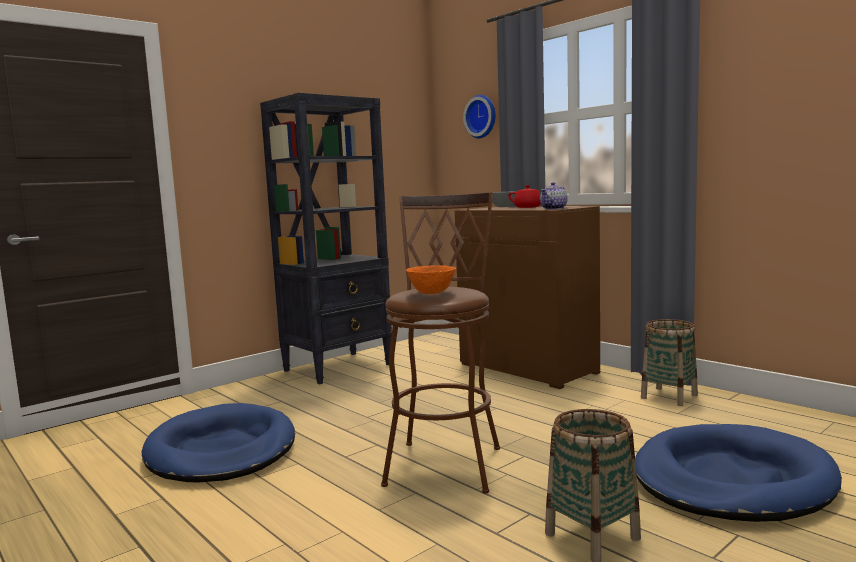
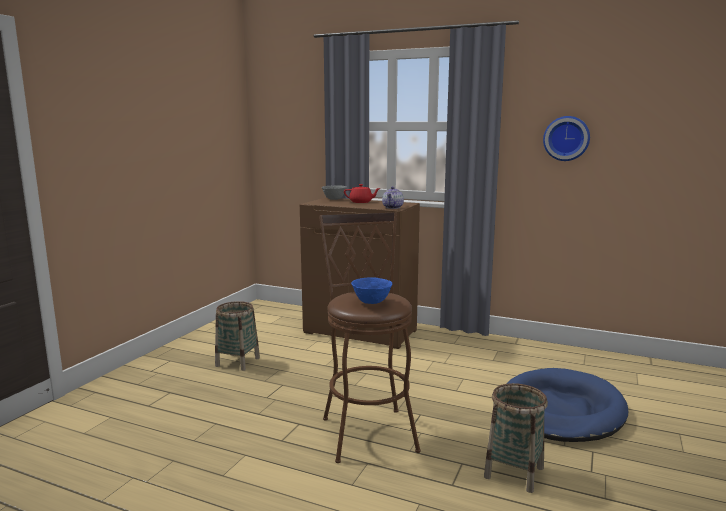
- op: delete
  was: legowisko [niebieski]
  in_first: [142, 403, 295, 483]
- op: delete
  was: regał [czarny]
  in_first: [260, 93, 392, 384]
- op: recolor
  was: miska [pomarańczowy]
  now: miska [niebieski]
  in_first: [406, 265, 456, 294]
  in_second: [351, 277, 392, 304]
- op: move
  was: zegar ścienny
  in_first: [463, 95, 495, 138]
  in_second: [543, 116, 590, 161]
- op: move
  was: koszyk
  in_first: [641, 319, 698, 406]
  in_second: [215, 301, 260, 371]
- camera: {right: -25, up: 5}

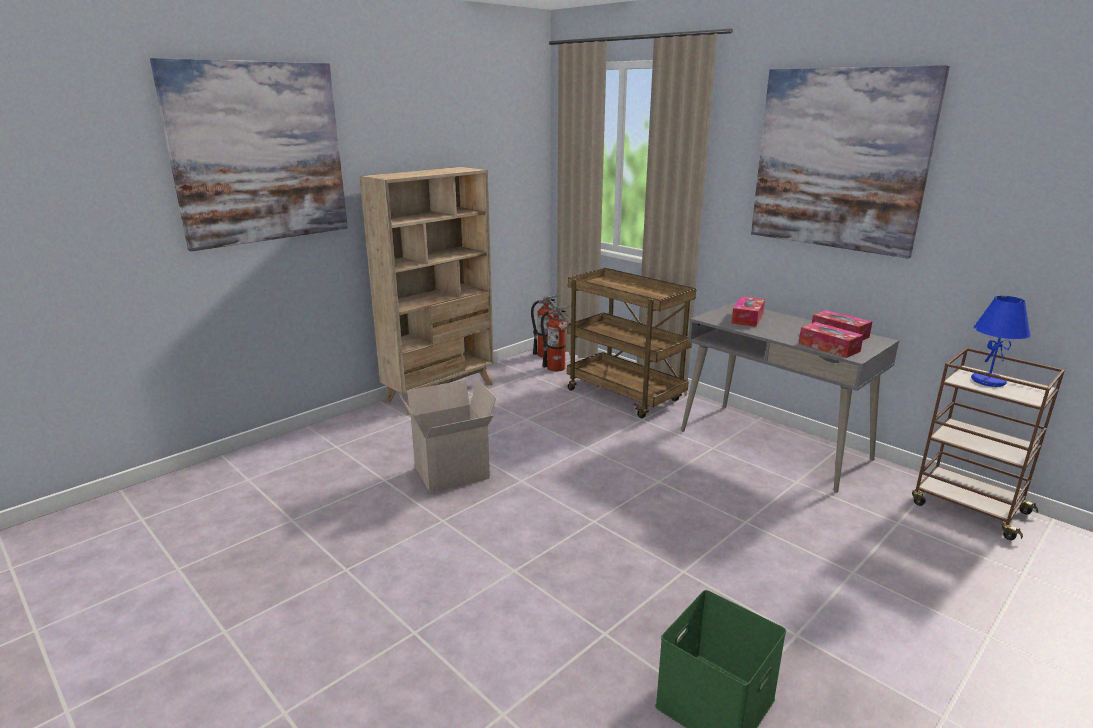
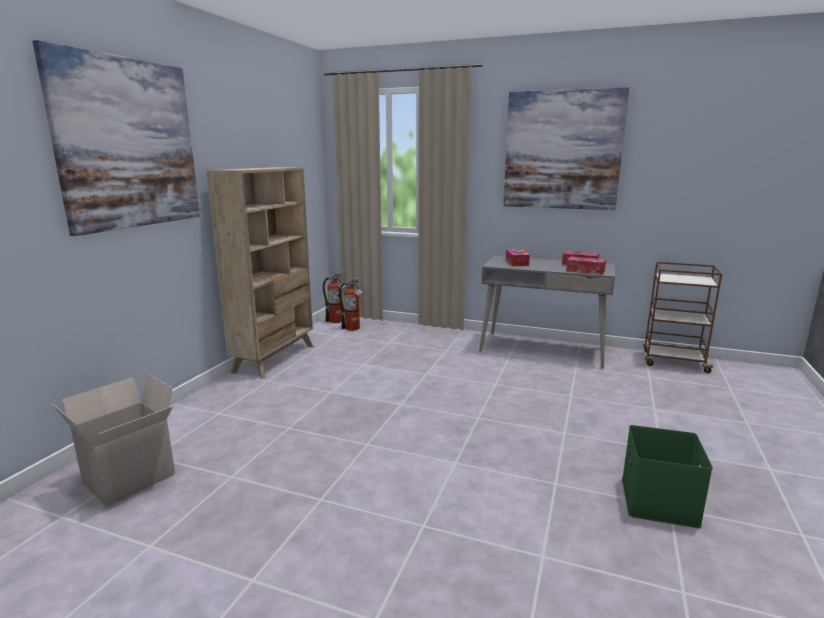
- op: move
  was: karton
  in_first: [399, 379, 496, 493]
  in_second: [52, 374, 175, 507]
- op: delete
  was: wózek [brązowy]
  in_first: [567, 268, 696, 418]
- op: delete
  was: lampa stołowa [niebieski]
  in_first: [971, 296, 1031, 387]
- camera: {right: -25, up: -5}

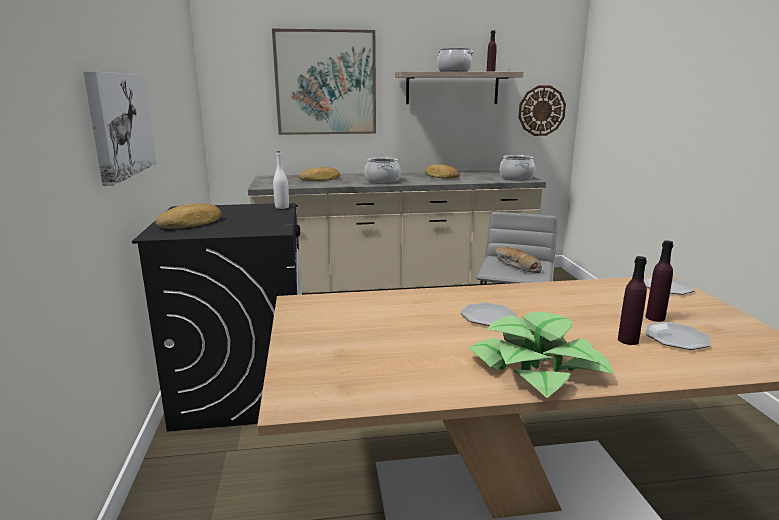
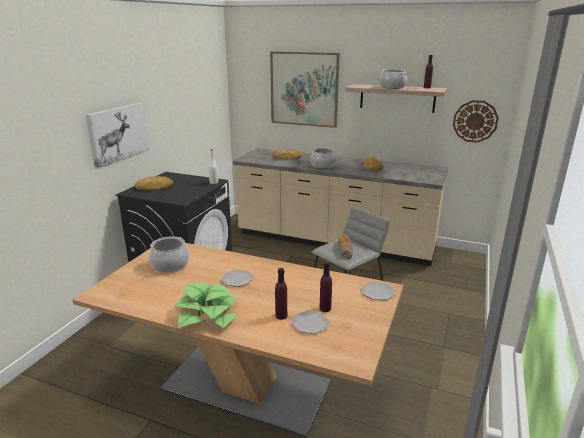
- op: move
  was: garnek
  in_first: [500, 155, 535, 180]
  in_second: [149, 237, 189, 273]
- camera: {right: 30, up: 5}

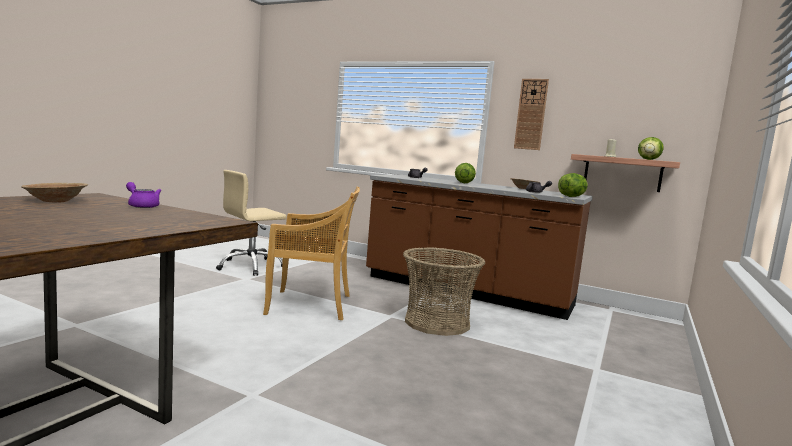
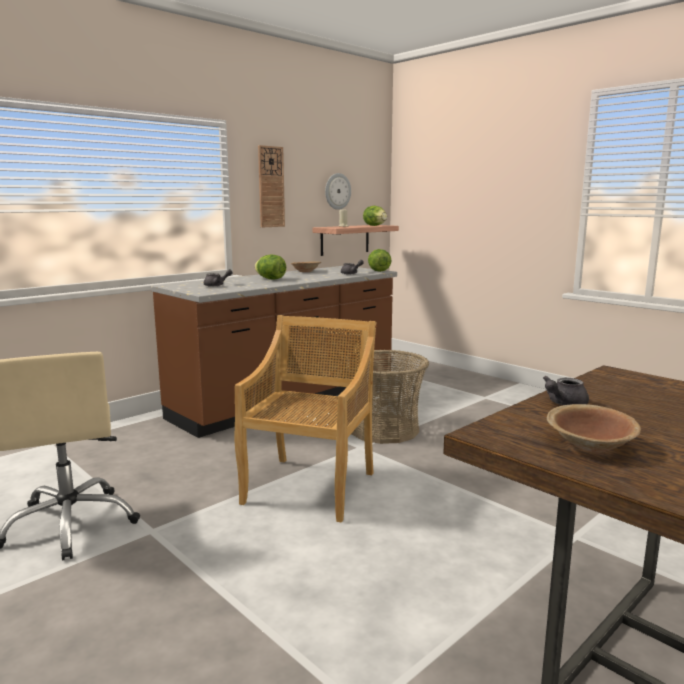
- op: recolor
  was: imbryk [fioletowy]
  now: imbryk [szary]
  in_first: [126, 182, 161, 208]
  in_second: [543, 376, 589, 405]
- op: insert
  now: zegar ścienny
  in_second: [325, 173, 351, 210]
- camera: {right: -70, up: 5}

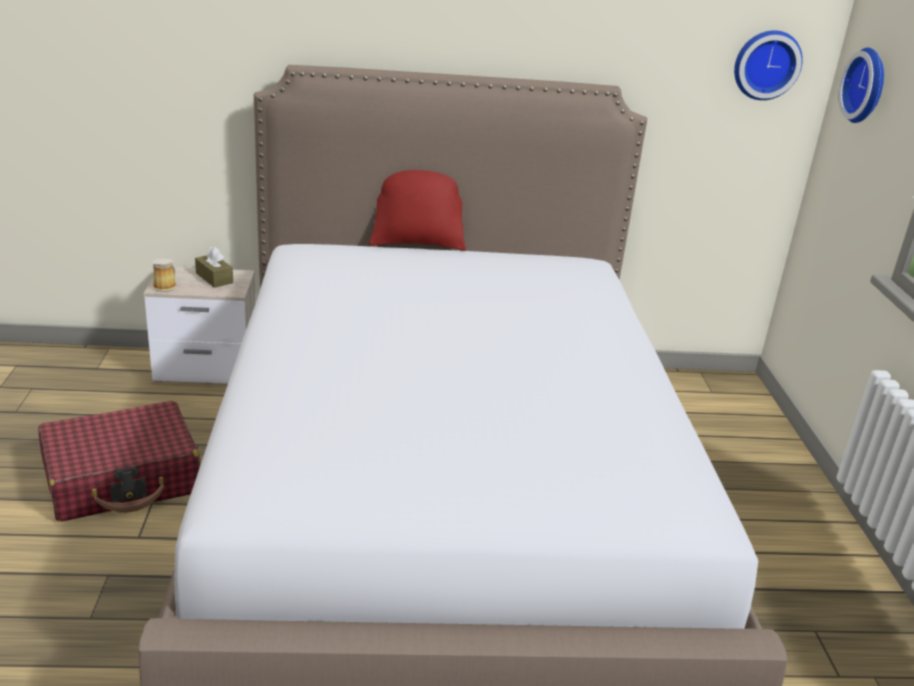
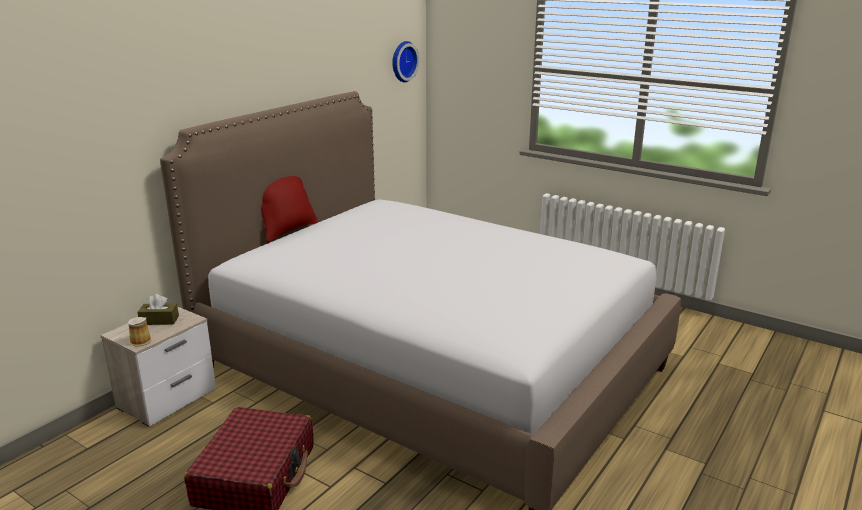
- op: delete
  was: zegar ścienny
  in_first: [838, 47, 884, 123]
- camera: {right: -50, up: -5}

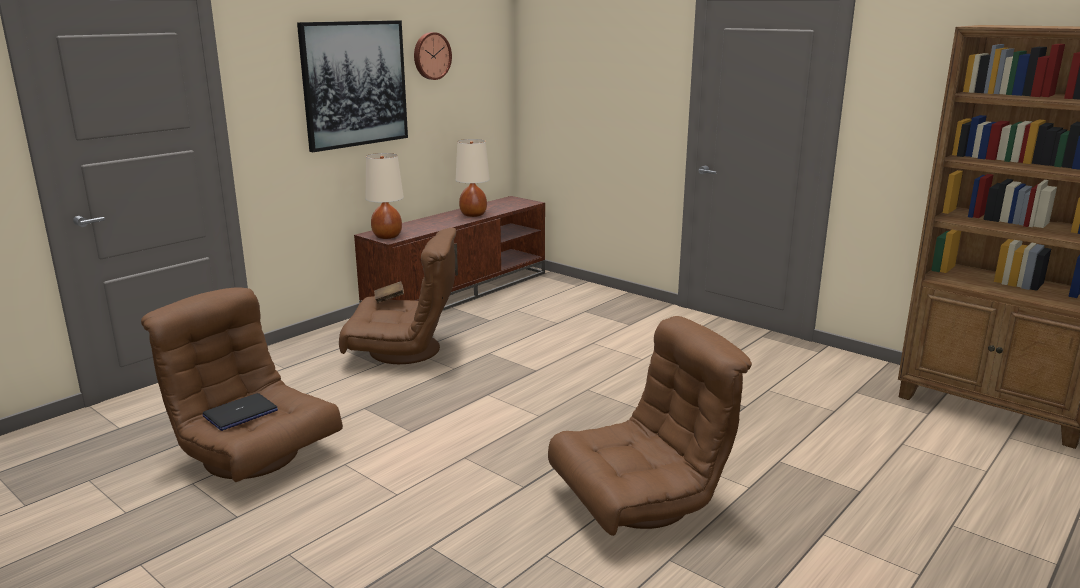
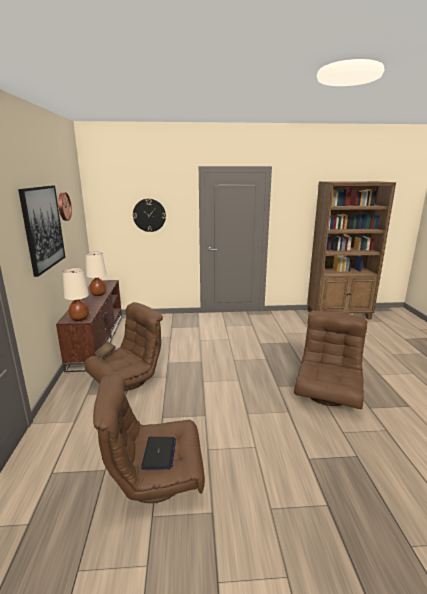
- op: insert
  now: zegar ścienny
  in_second: [133, 199, 166, 232]
- camera: {right: -45, up: 0}

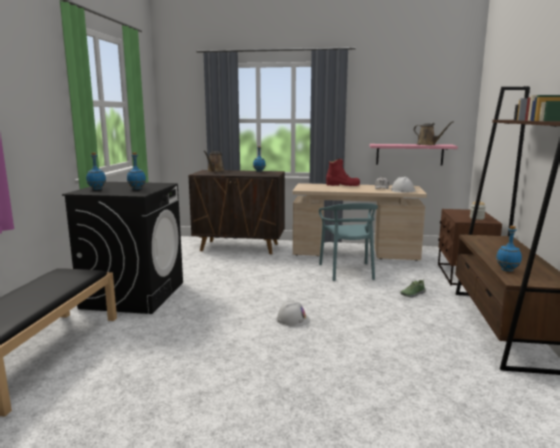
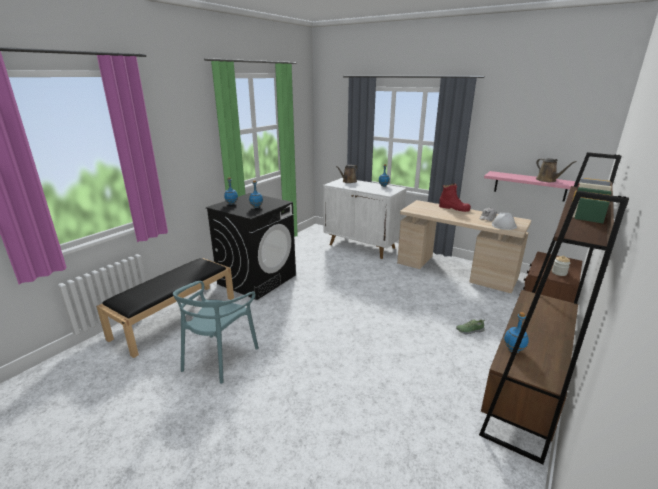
- op: recolor
  was: szafka [brązowy]
  now: szafka [biały]
  in_first: [188, 170, 285, 254]
  in_second: [323, 178, 407, 259]
- op: delete
  was: kask [biały]
  in_first: [276, 301, 310, 326]
- op: move
  was: krzesło [turkusowy]
  in_first: [319, 203, 378, 281]
  in_second: [173, 281, 259, 384]
- camera: {right: 25, up: 10}

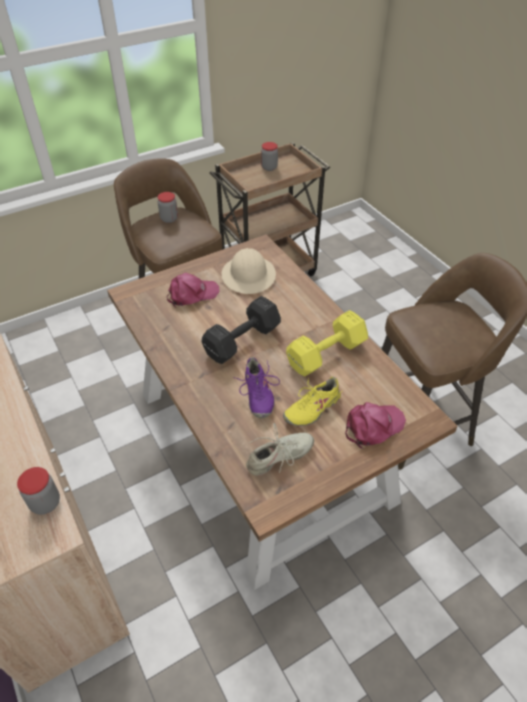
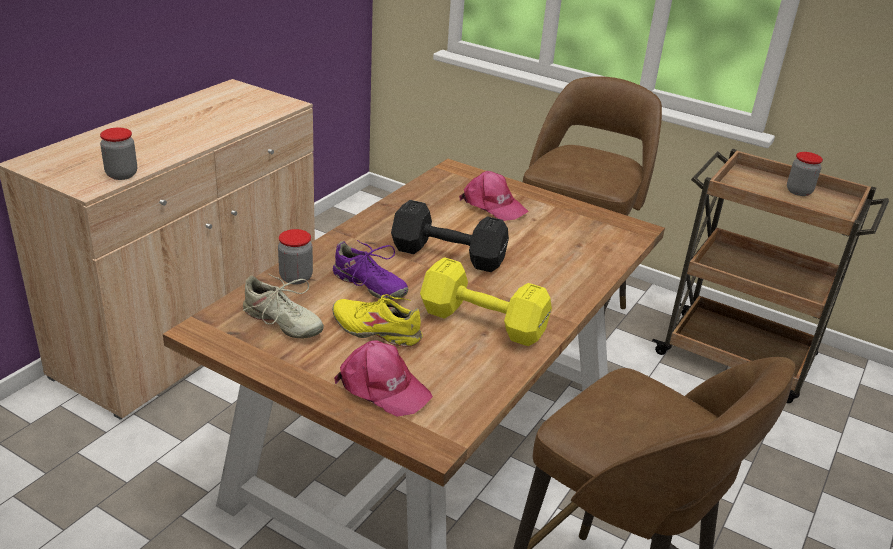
- op: move
  was: słoik
  in_first: [157, 192, 178, 223]
  in_second: [278, 229, 313, 285]
- op: delete
  was: kask [beżowy]
  in_first: [222, 248, 276, 294]
- op: rotate
  was: but [fioletowy]
  in_first: [233, 357, 280, 418]
  in_second: [333, 240, 408, 300]
  clockwise: -105
- camera: {right: 60, up: -15}

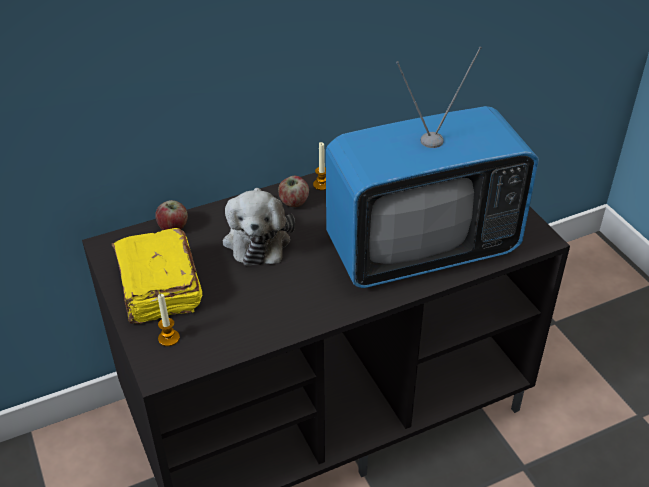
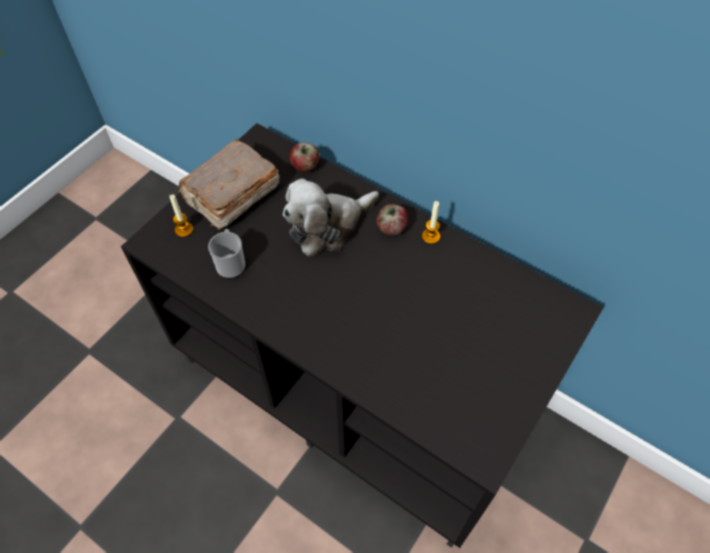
- op: recolor
  was: książka [żółty]
  now: książka [brązowy]
  in_first: [112, 228, 202, 324]
  in_second: [179, 139, 279, 230]
- op: delete
  was: telewizor
  in_first: [326, 46, 539, 288]
- op: insert
  now: kubek
  in_second: [208, 229, 246, 279]
- camera: {right: 60, up: 15}

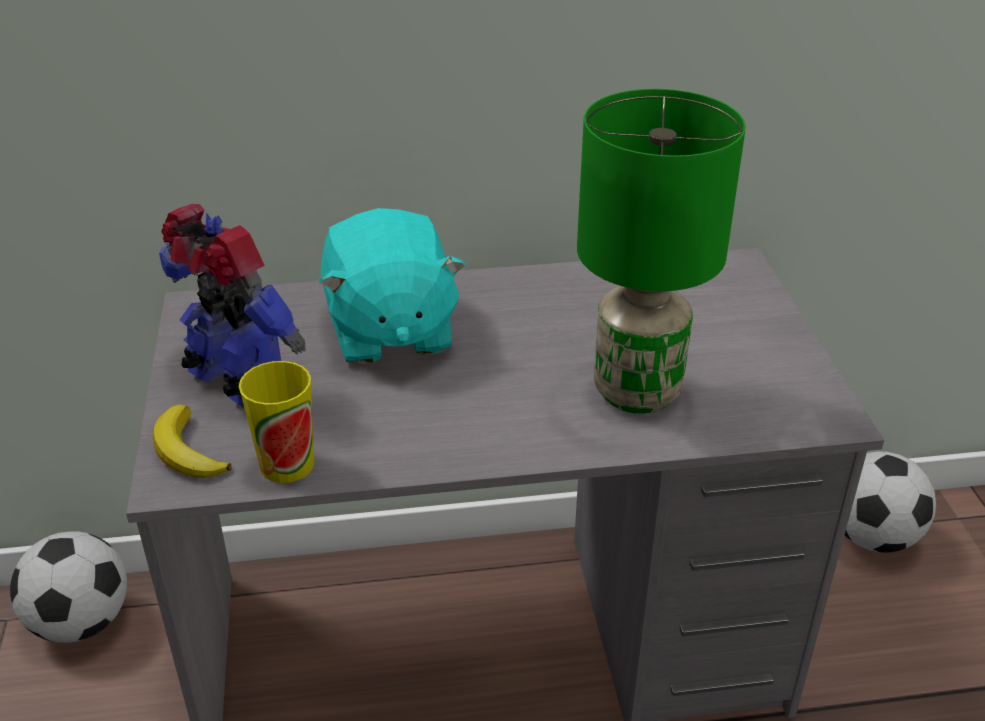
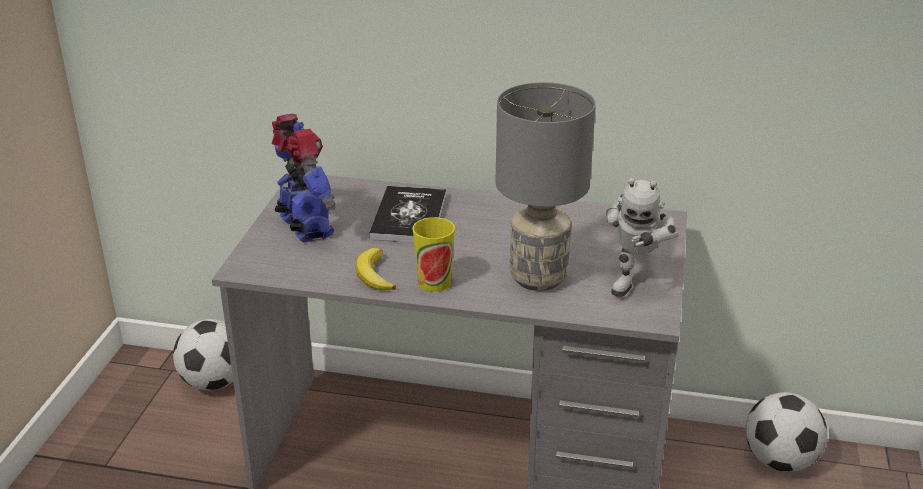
- op: move
  was: banan
  in_first: [152, 404, 231, 478]
  in_second: [356, 248, 396, 290]
- op: move
  was: filiżanka
  in_first: [239, 361, 314, 483]
  in_second: [413, 217, 455, 292]
- op: replace
  was: pluszak [turkusowy]
  now: książka
  in_first: [319, 208, 466, 365]
  in_second: [369, 186, 446, 243]
- op: recolor
  was: lampa stołowa [zielony]
  now: lampa stołowa [szary]
  in_first: [577, 89, 746, 414]
  in_second: [496, 82, 596, 291]
- op: insert
  now: robot zabawkowy
  in_second: [606, 178, 678, 297]
- camera: {right: 20, up: -5}

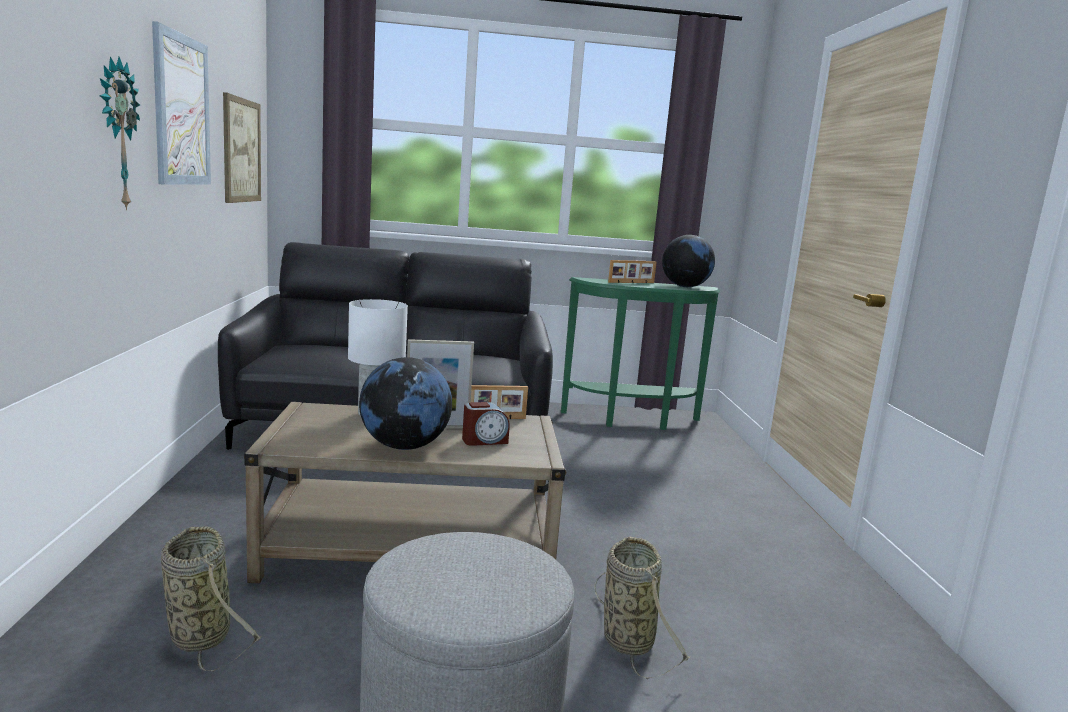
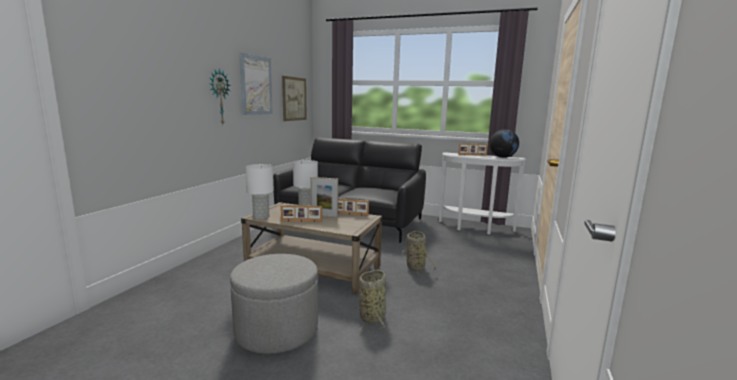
- op: move
  was: koszyk
  in_first: [161, 526, 262, 672]
  in_second: [402, 231, 437, 276]
- op: replace
  was: globus
  now: ramka na zdjęcie
  in_first: [359, 357, 452, 450]
  in_second: [280, 205, 322, 222]
- op: delete
  was: budzik
  in_first: [462, 402, 510, 446]
- op: recolor
  was: stolik konsolowy [zielony]
  now: stolik konsolowy [biały]
  in_first: [561, 277, 720, 430]
  in_second: [439, 152, 526, 234]
- op: insert
  now: lampa stołowa [biały]
  in_second: [245, 164, 274, 220]
- camera: {right: 25, up: 0}

